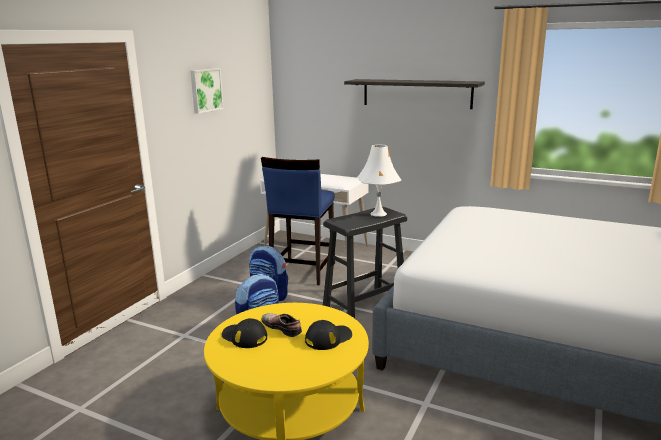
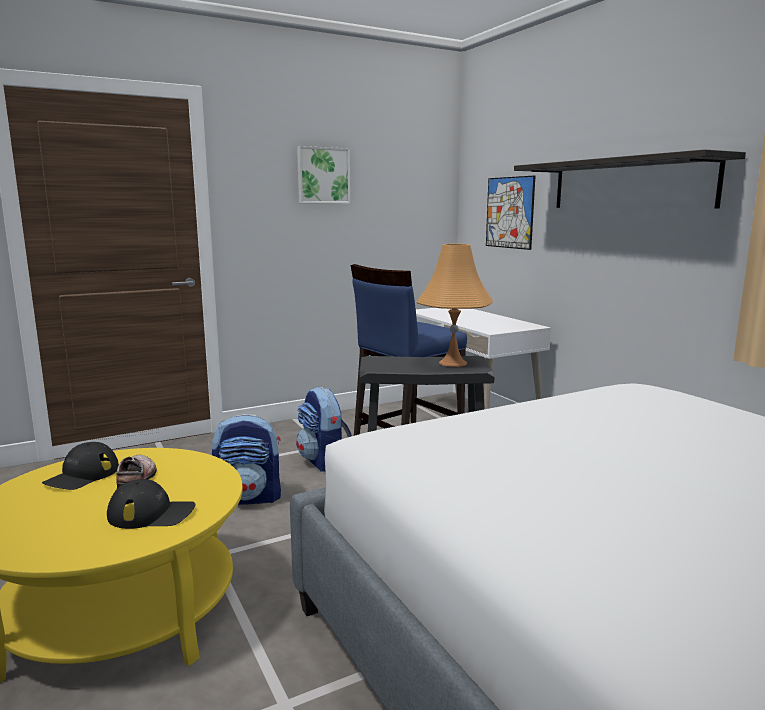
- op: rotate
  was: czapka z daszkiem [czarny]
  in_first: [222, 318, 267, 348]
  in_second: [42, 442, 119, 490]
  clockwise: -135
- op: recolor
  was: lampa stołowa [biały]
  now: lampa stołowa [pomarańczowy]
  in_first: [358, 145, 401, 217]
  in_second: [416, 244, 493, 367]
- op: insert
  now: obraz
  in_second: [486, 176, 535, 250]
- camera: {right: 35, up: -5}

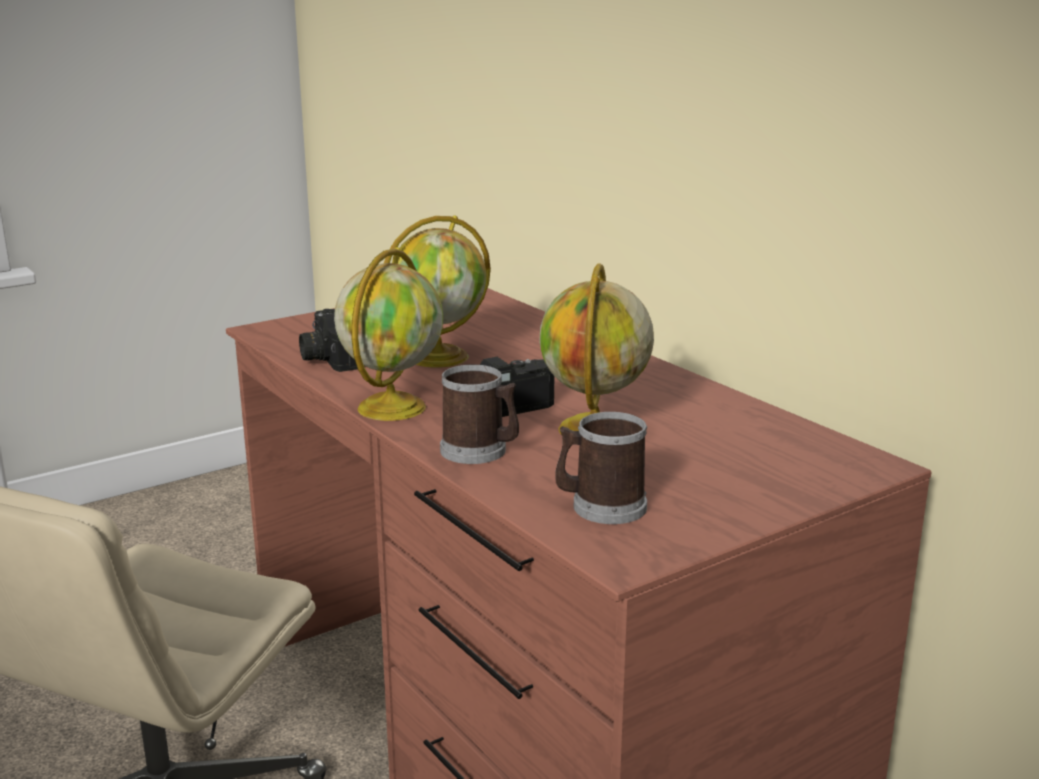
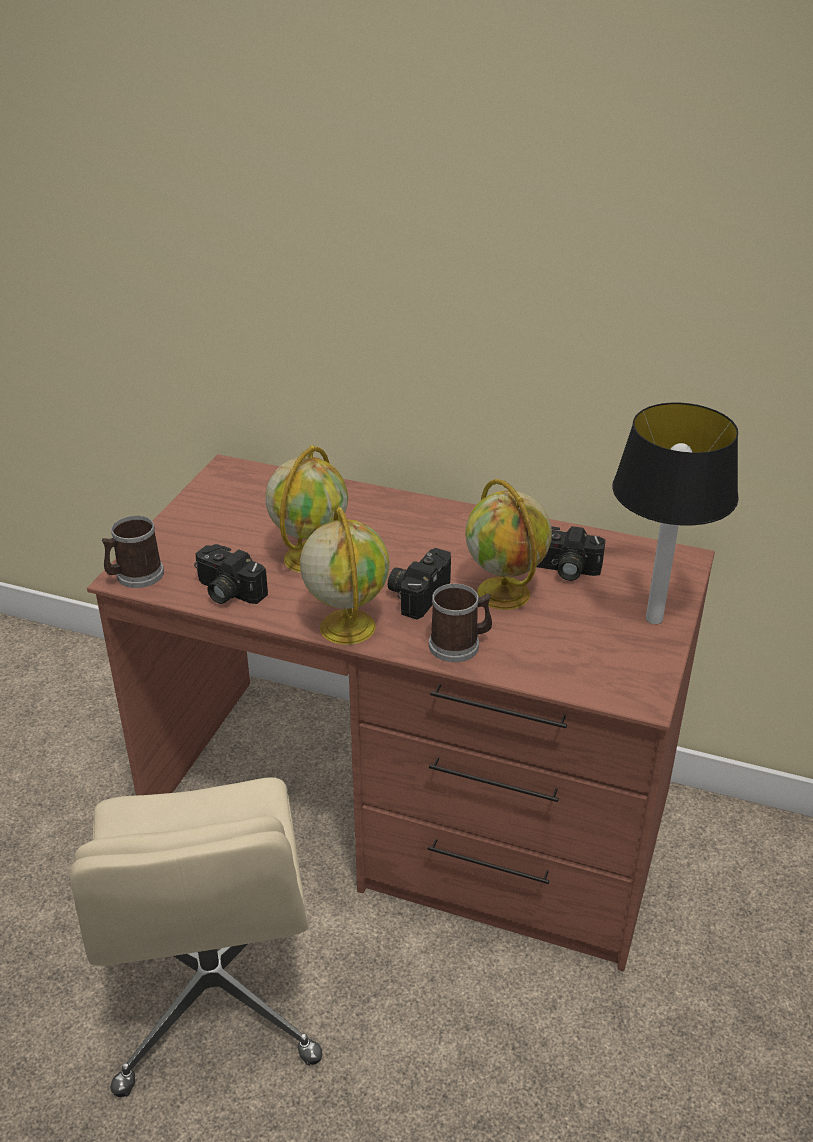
- op: move
  was: kubek
  in_first: [555, 412, 647, 524]
  in_second: [101, 516, 164, 588]
- op: insert
  now: aparat fotograficzny
  in_second: [537, 526, 605, 581]
- op: insert
  now: lampa stołowa
  in_second: [612, 403, 739, 624]
- camera: {right: -35, up: 15}

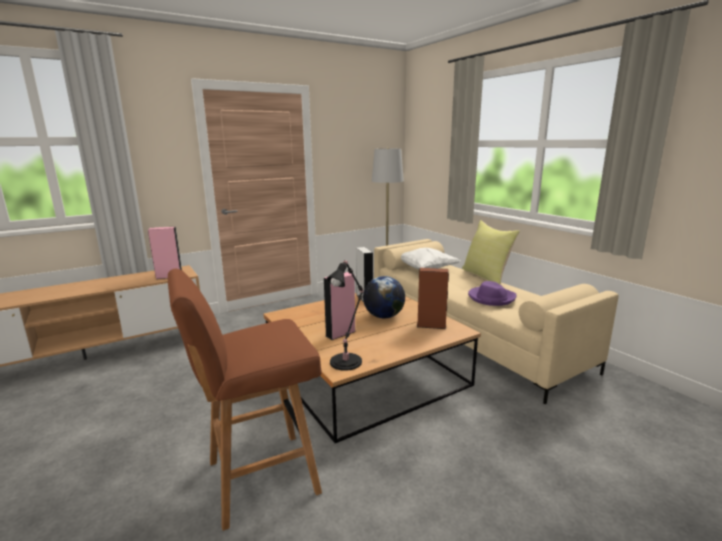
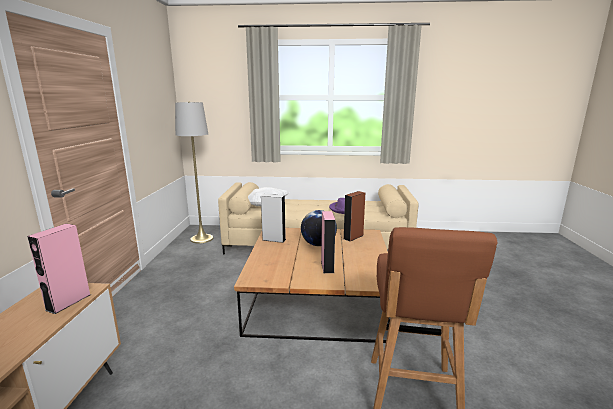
- op: delete
  was: lampa stołowa [czarny]
  in_first: [326, 260, 364, 371]
- op: delete
  was: poduszka [żółty]
  in_first: [462, 220, 520, 284]
- camera: {right: -55, up: 0}

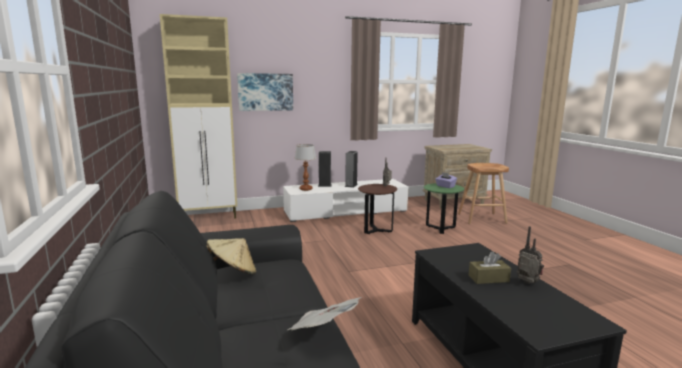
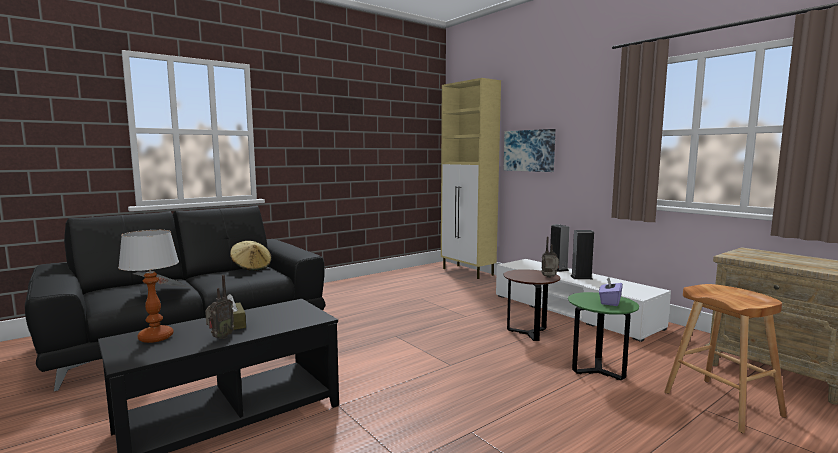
- op: move
  was: lampa stołowa
  in_first: [295, 144, 317, 191]
  in_second: [118, 230, 179, 343]
- camera: {right: 70, up: -5}

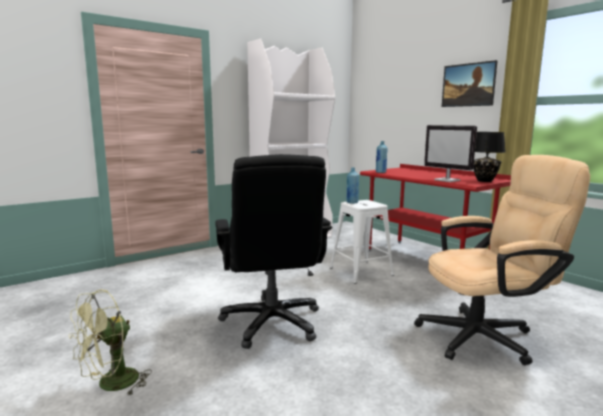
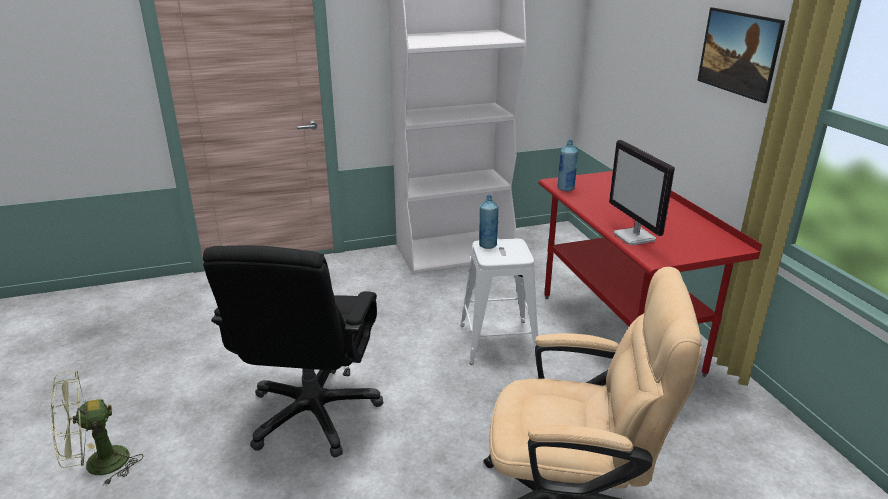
- op: delete
  was: lampa stołowa [czarny]
  in_first: [473, 132, 506, 182]
- camera: {right: 20, up: 15}

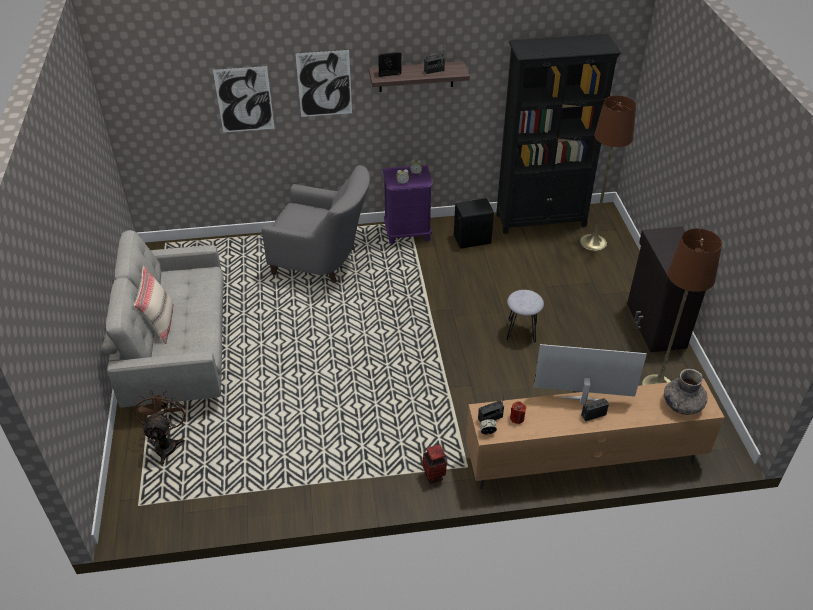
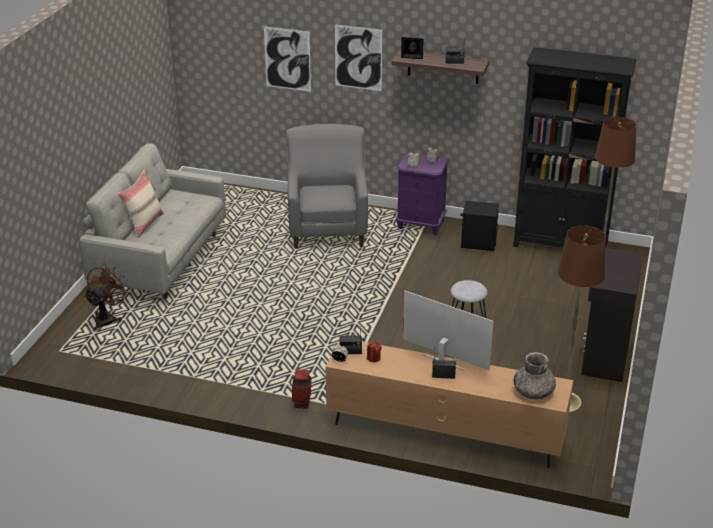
- op: rotate
  was: fotel [szary]
  in_first: [262, 165, 370, 283]
  in_second: [286, 124, 368, 249]
  clockwise: -135
- camera: {right: 25, up: -10}

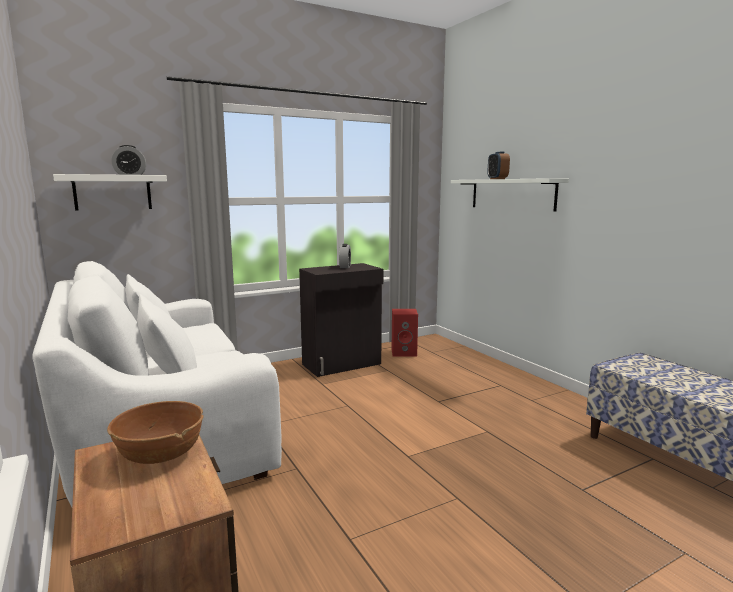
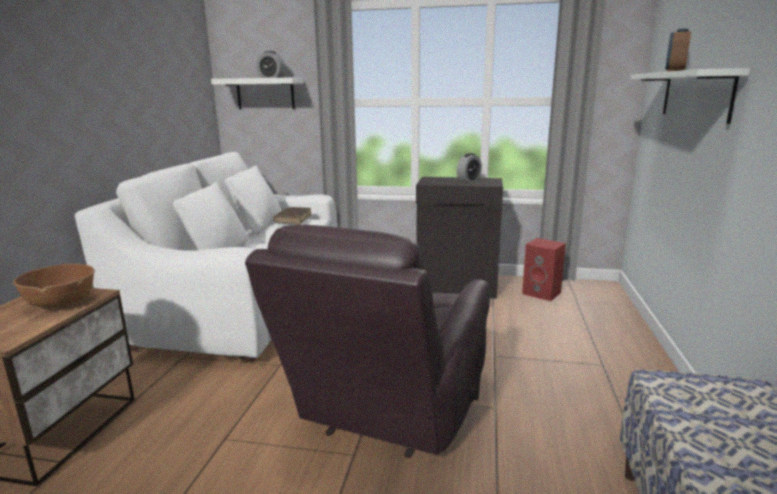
- op: insert
  now: fotel [brązowy]
  in_second: [245, 225, 490, 458]
- op: insert
  now: książka [brązowy]
  in_second: [273, 207, 311, 225]
- camera: {right: 40, up: 5}

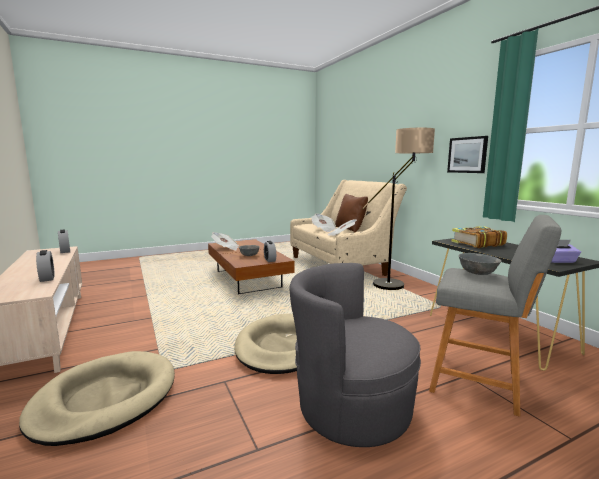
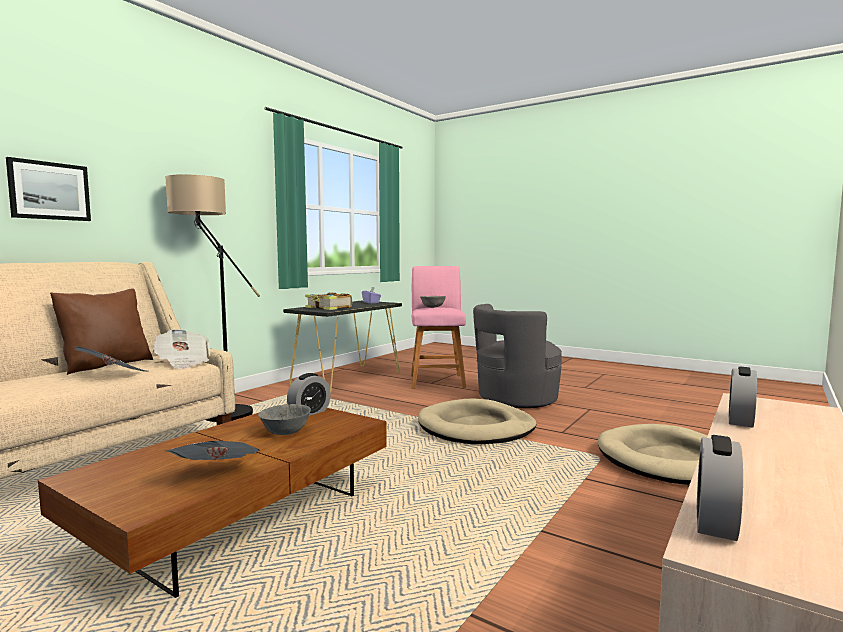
- op: rotate
  was: fotel [szary]
  in_first: [289, 263, 421, 447]
  in_second: [473, 304, 562, 408]
  clockwise: 75
- op: recolor
  was: stołek [szary]
  now: stołek [różowy]
  in_first: [429, 215, 562, 417]
  in_second: [411, 266, 466, 389]
- op: move
  was: obraz
  in_first: [447, 136, 488, 173]
  in_second: [6, 157, 91, 221]
- camera: {right: -120, up: -5}

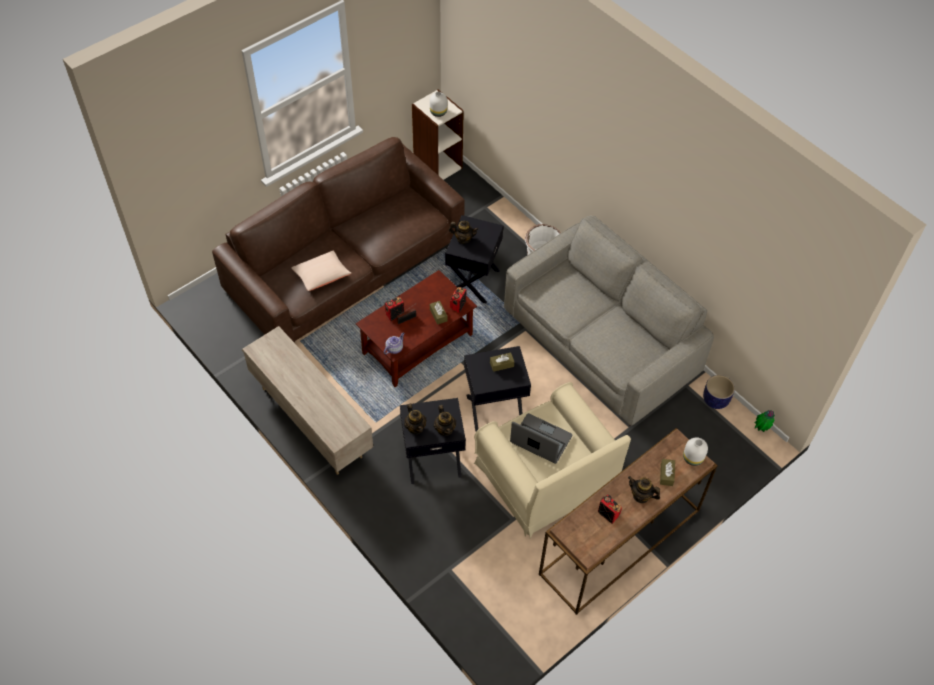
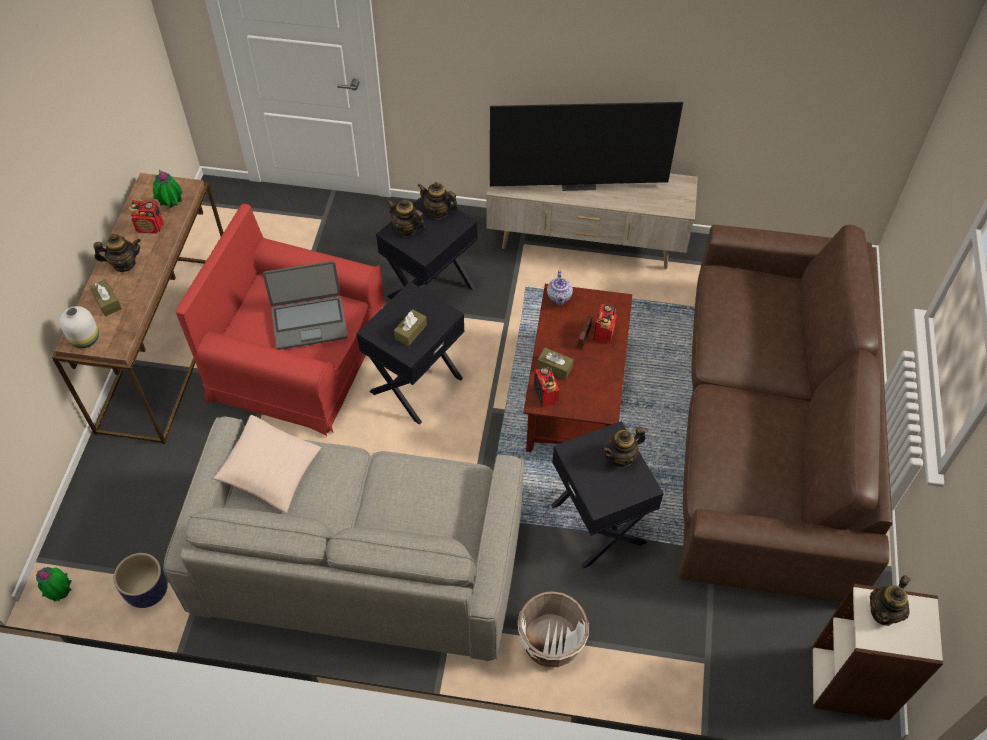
- op: move
  was: poduszka [beżowy]
  in_first: [291, 251, 351, 291]
  in_second: [214, 415, 321, 513]
- op: replace
  was: wazon [biały]
  now: imbryk
  in_first: [430, 92, 447, 117]
  in_second: [870, 575, 910, 626]
- op: recolor
  was: fotel [beżowy]
  now: fotel [czerwony]
  in_first: [474, 382, 631, 538]
  in_second: [176, 204, 385, 437]
- op: insert
  now: roślina doniczkowa
  in_second: [153, 170, 183, 208]
- op: insert
  now: telewizor
  in_second: [490, 102, 683, 191]
- camera: {right: 140, up: 0}

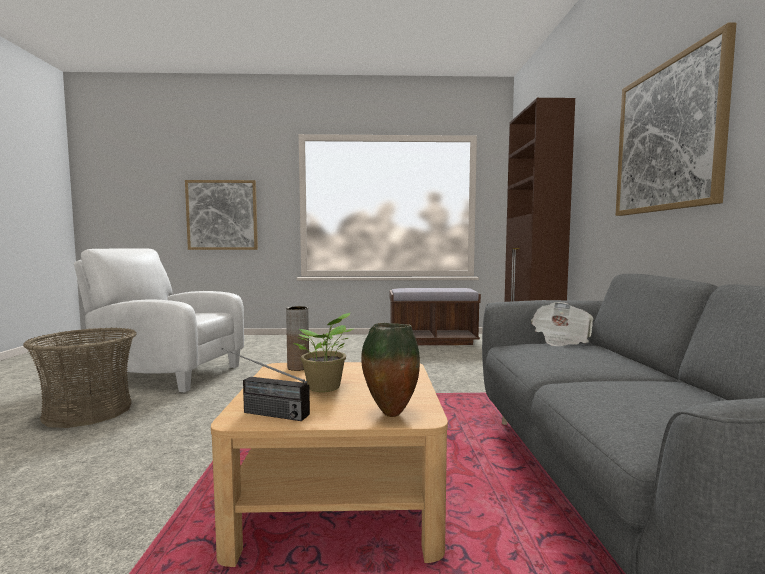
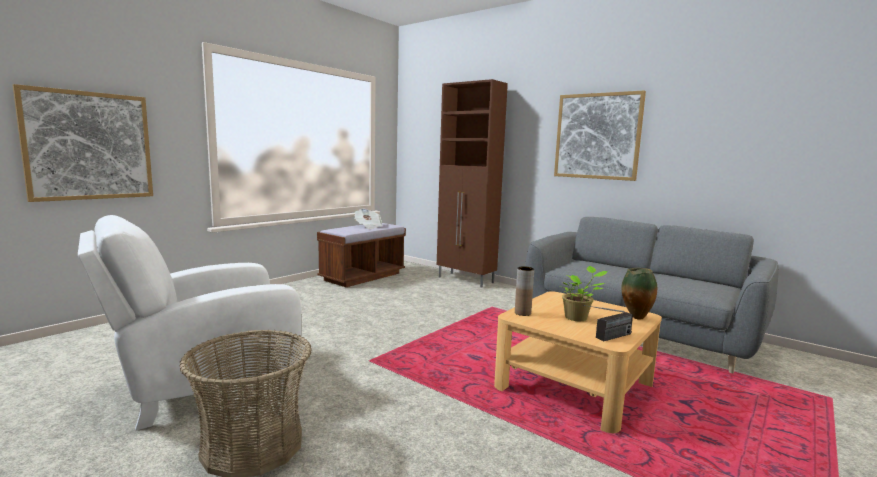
- op: move
  was: gazeta
  in_first: [531, 302, 594, 346]
  in_second: [355, 209, 382, 229]
- camera: {right: -50, up: 5}

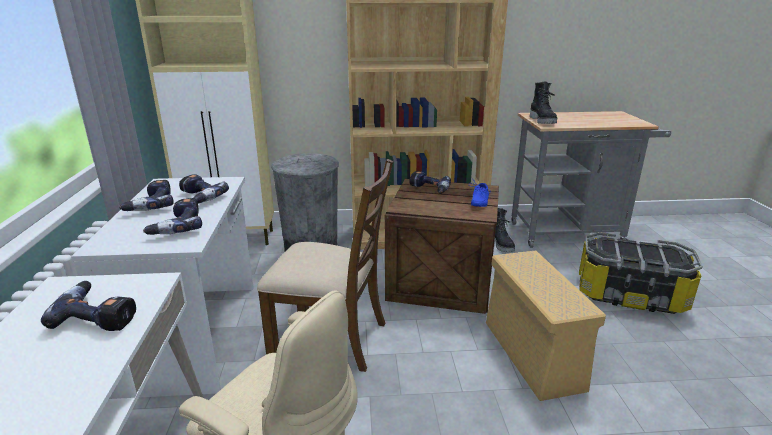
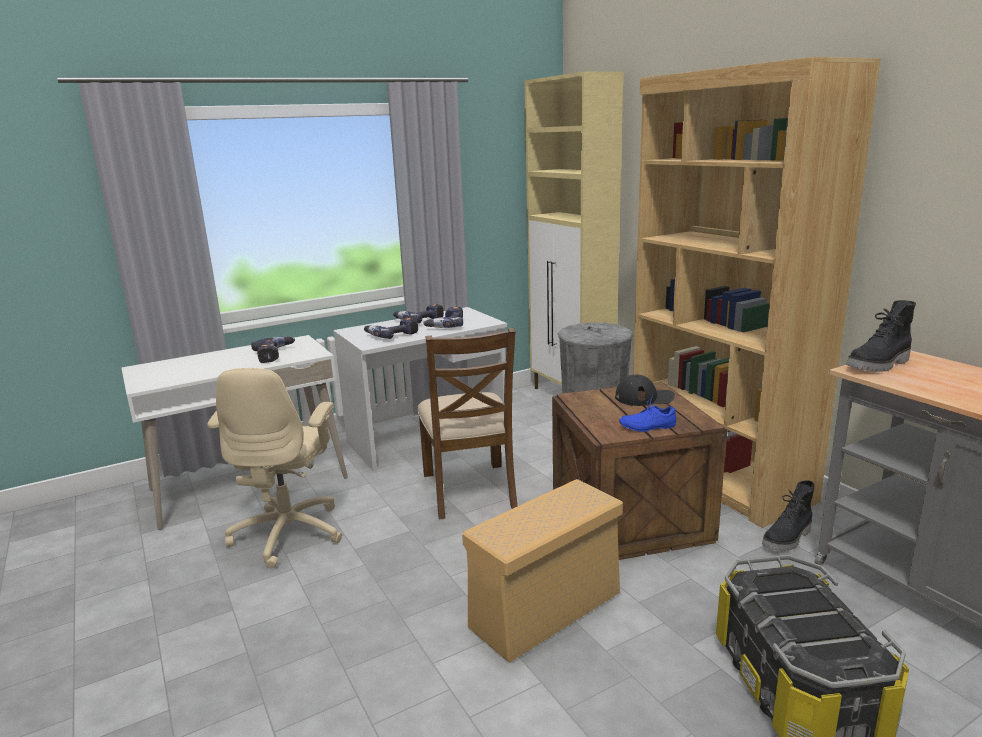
- op: replace
  was: wiertarka
  now: czapka z daszkiem [czarny]
  in_first: [409, 171, 451, 194]
  in_second: [615, 375, 675, 406]
- camera: {right: 65, up: -5}

